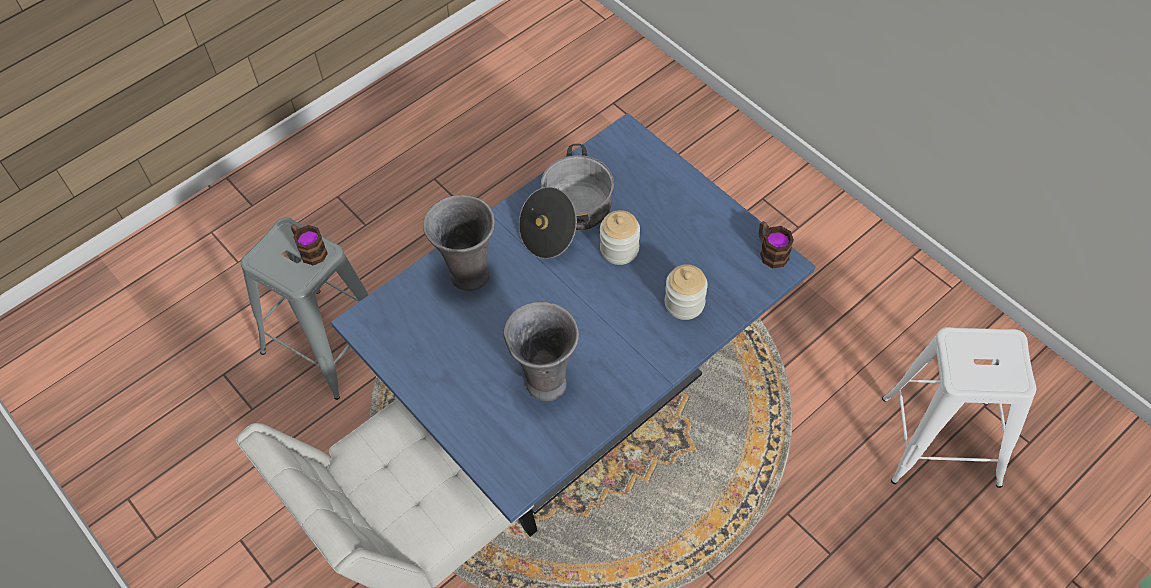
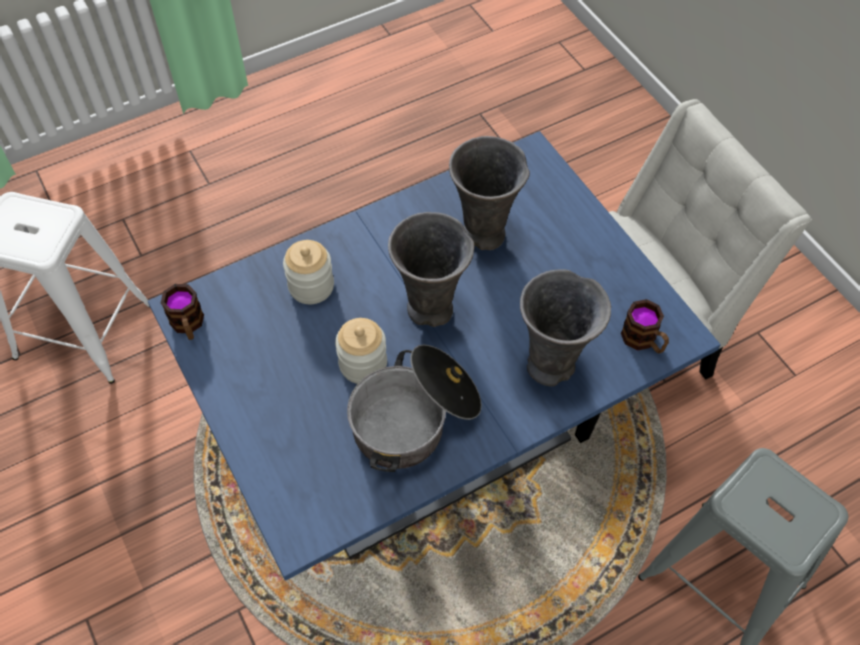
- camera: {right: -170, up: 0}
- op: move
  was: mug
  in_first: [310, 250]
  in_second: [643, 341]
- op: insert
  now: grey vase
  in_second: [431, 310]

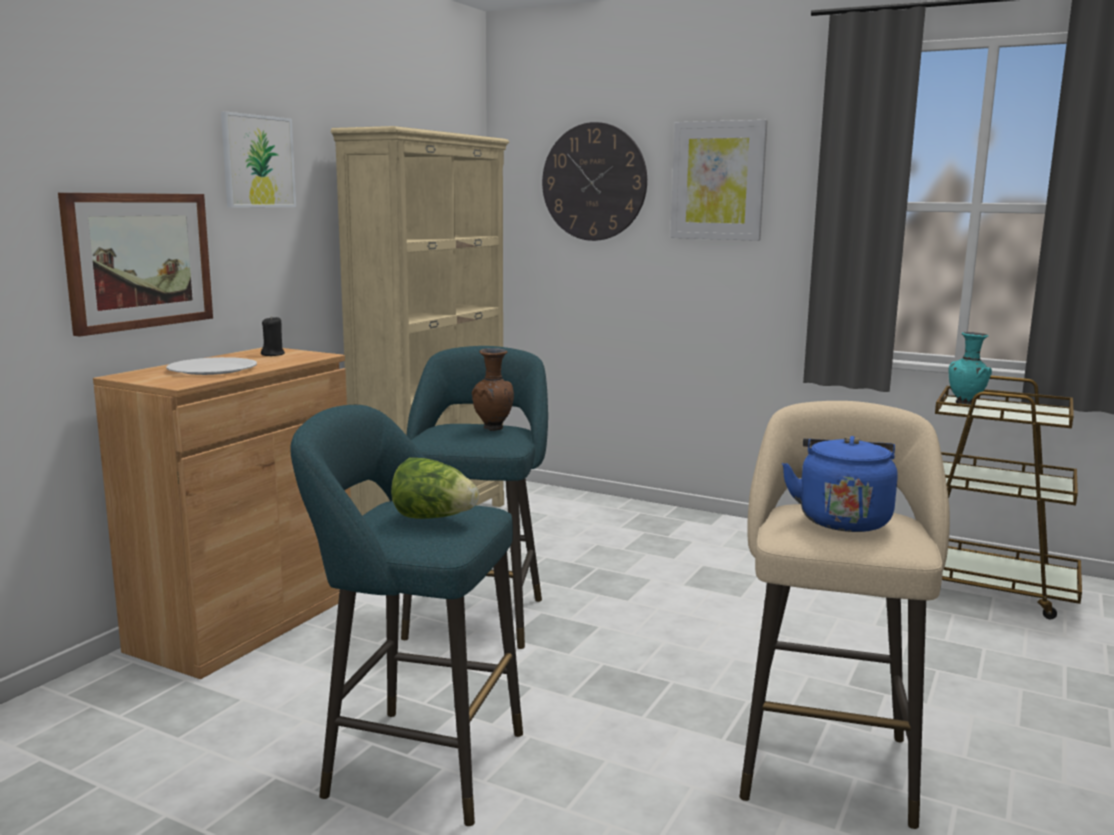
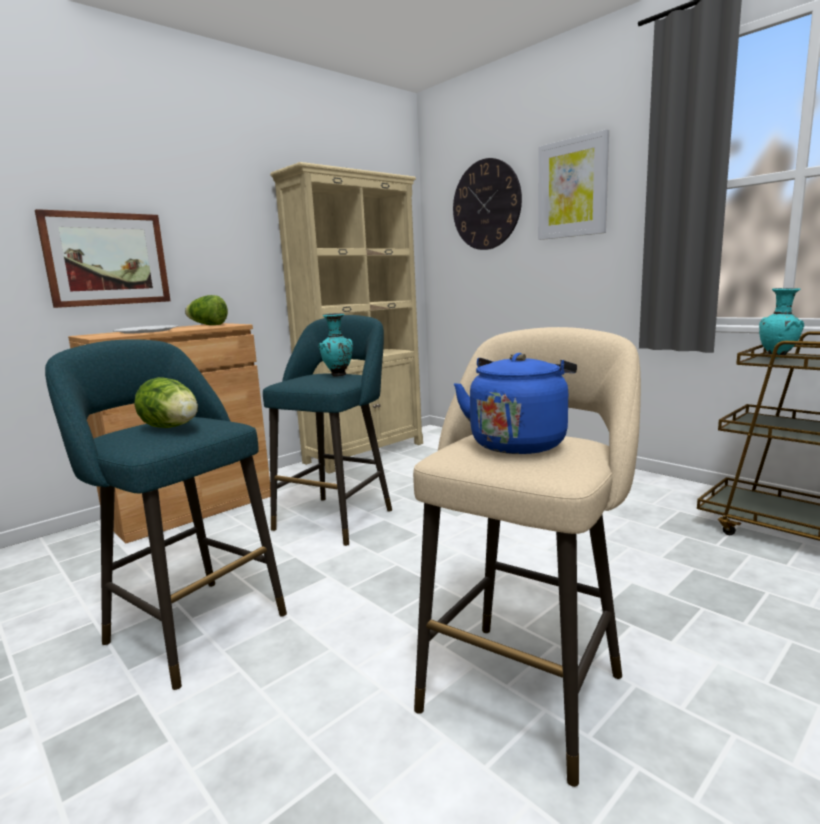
- camera: {right: 20, up: 0}
- op: delete
  was: picture
  in_first: [258, 161]
- op: replace
  was: black candle
  now: lettuce
  in_first: [273, 354]
  in_second: [208, 325]
- op: recolor
  was: brown vase
  now: turquoise vase
  in_first: [493, 429]
  in_second: [338, 375]

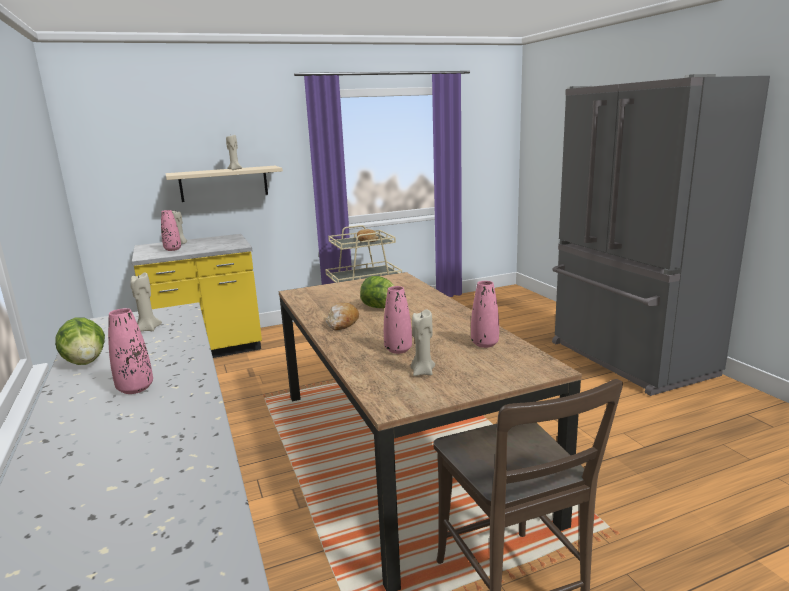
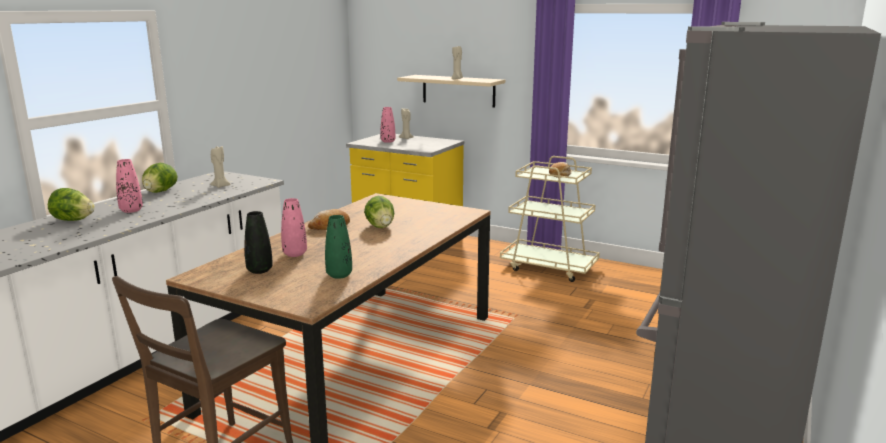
- camera: {right: 50, up: 0}
- op: recolor
  was: pink vase
  now: green vase
  in_first: [484, 344]
  in_second: [339, 275]
- op: replace
  was: beige candle
  now: black vase
  in_first: [422, 372]
  in_second: [259, 270]
- op: insert
  now: lettuce
  in_second: [73, 220]

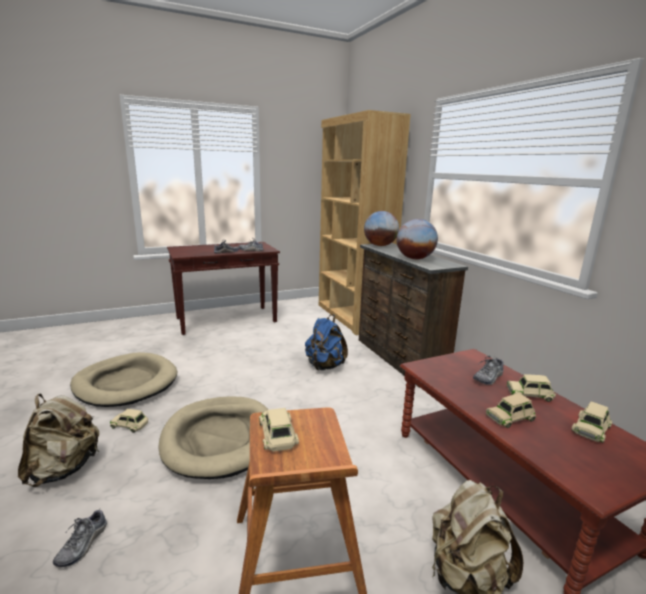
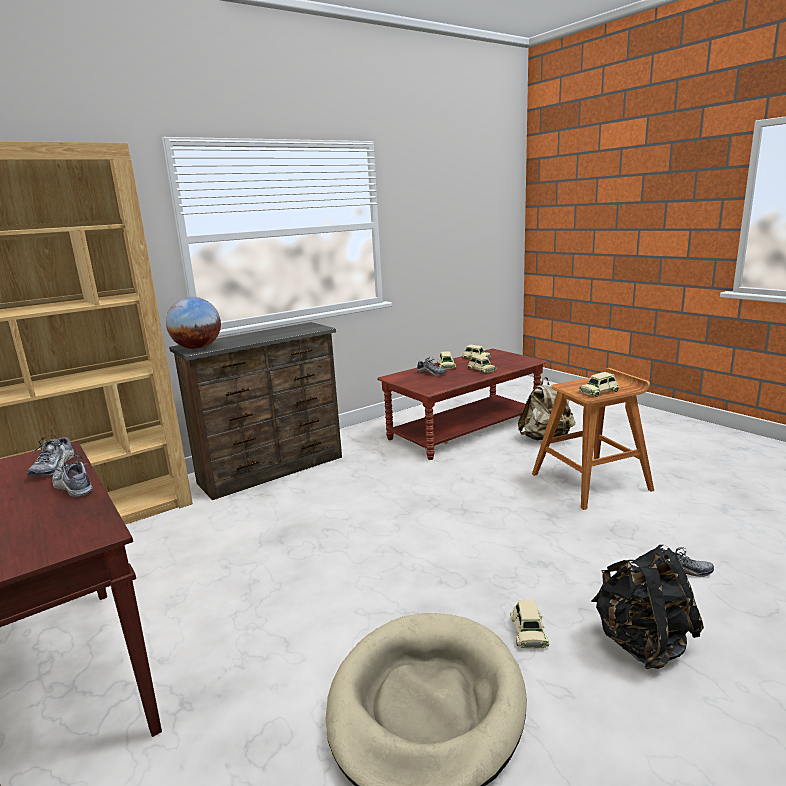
- camera: {right: -100, up: 0}
- op: delete
  was: globe
  in_first: [414, 258]
- op: delete
  was: blue backpack
  in_first: [324, 366]
- op: recolor
  was: beige backpack
  now: black backpack
  in_first: [64, 469]
  in_second: [641, 643]
- op: delete
  was: beige dog bed
  in_first: [220, 439]

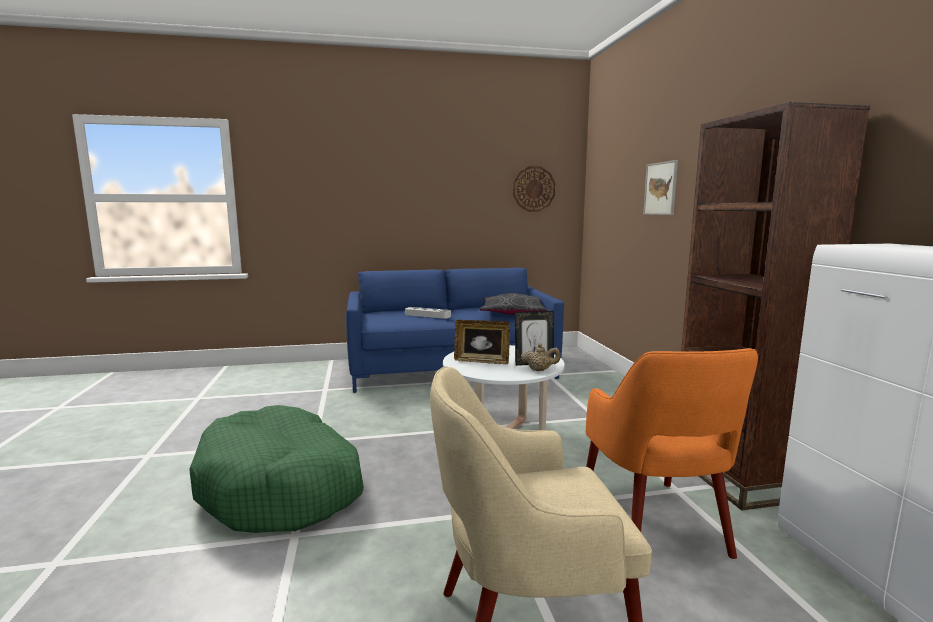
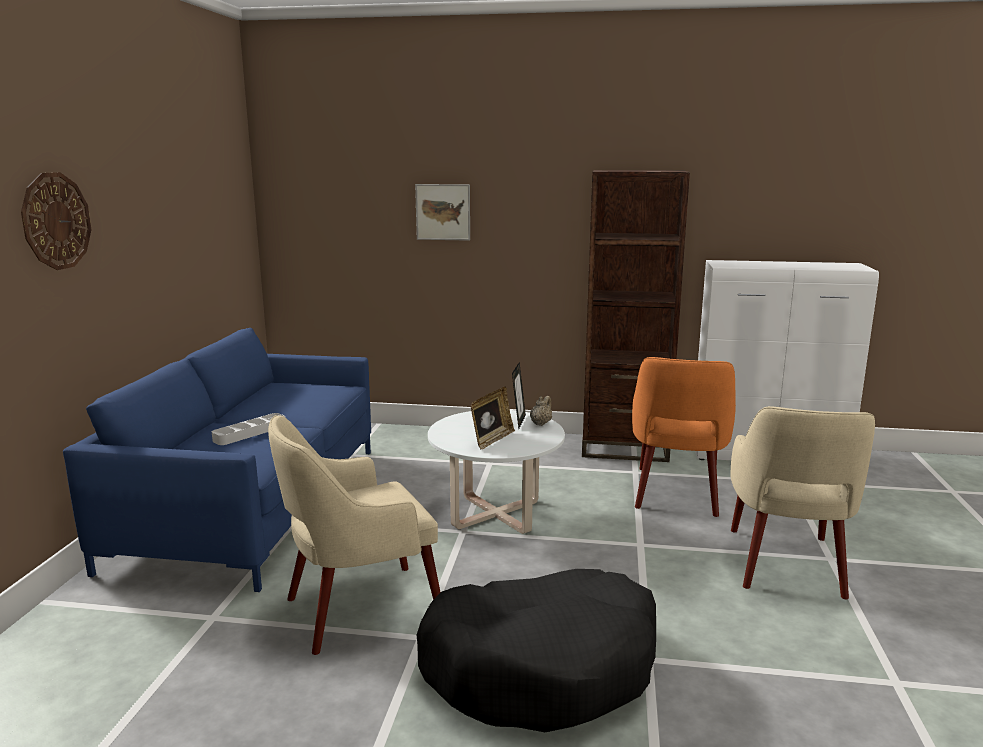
- camera: {right: -70, up: 5}
- op: move
  was: wall clock
  in_first: [533, 189]
  in_second: [56, 221]
- op: delete
  was: grey pillow
  in_first: [512, 313]
- op: rotate
  was: orange armchair
  in_first: [653, 523]
  in_second: [676, 492]
  clockwise: 90
- op: recolor
  was: green dog bed
  now: black dog bed
  in_first: [282, 487]
  in_second: [542, 667]
- op: insert
  now: beige armchair
  in_second: [358, 608]

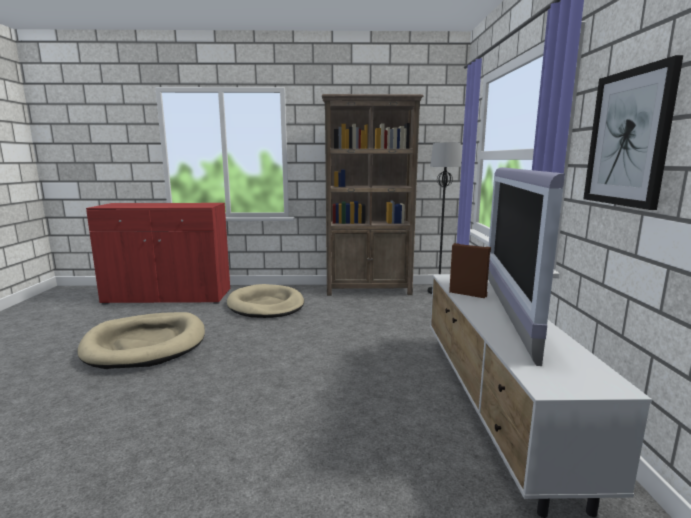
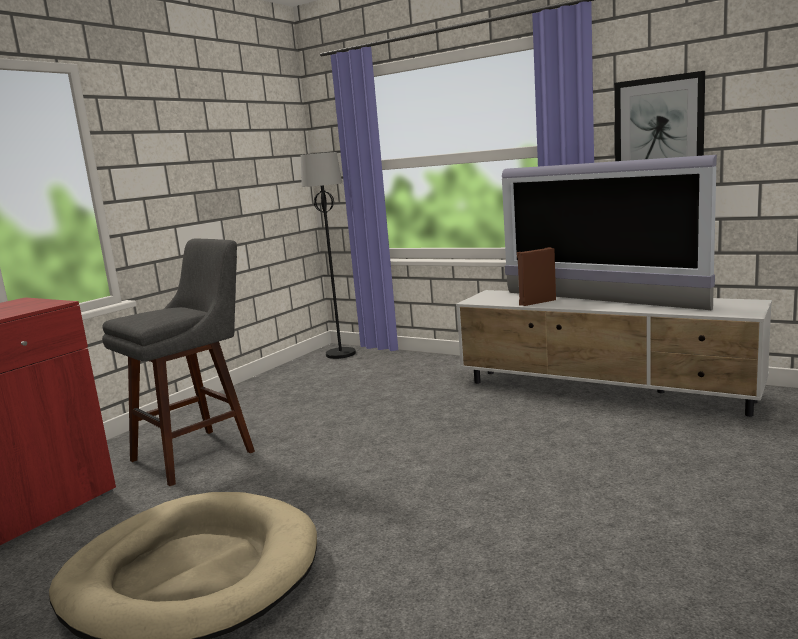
- camera: {right: -55, up: 0}
- op: delete
  was: brown bookcase
  in_first: [369, 290]
- op: replace
  was: beige dog bed
  now: grey stool
  in_first: [266, 305]
  in_second: [198, 453]

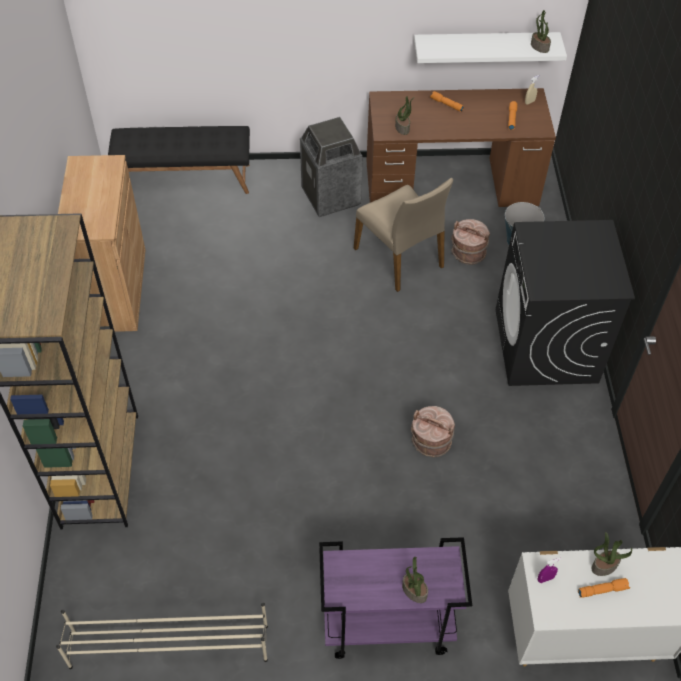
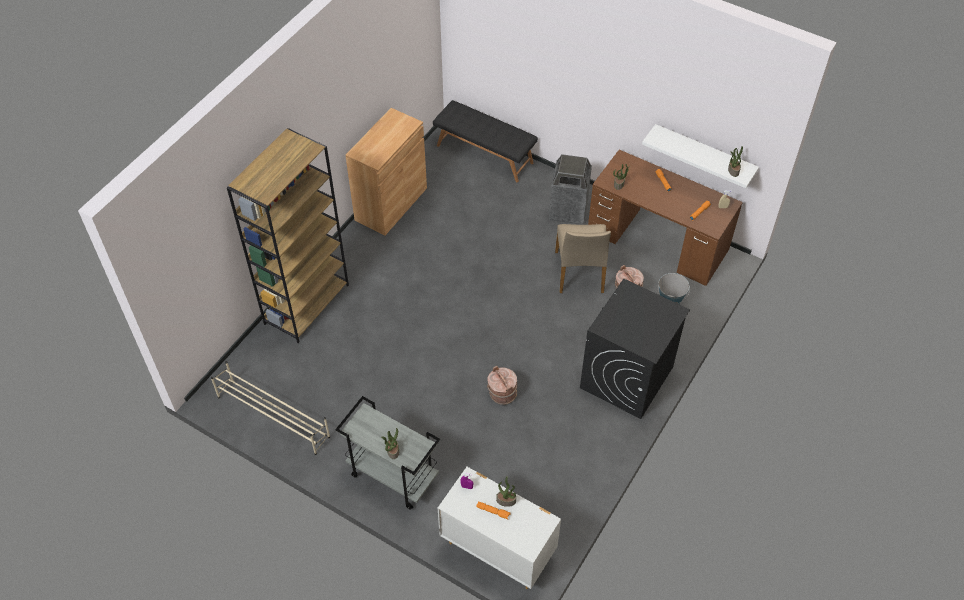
- camera: {right: 35, up: 0}
- op: recolor
  was: purple cart
  now: grey cart
  in_first: [386, 625]
  in_second: [392, 476]

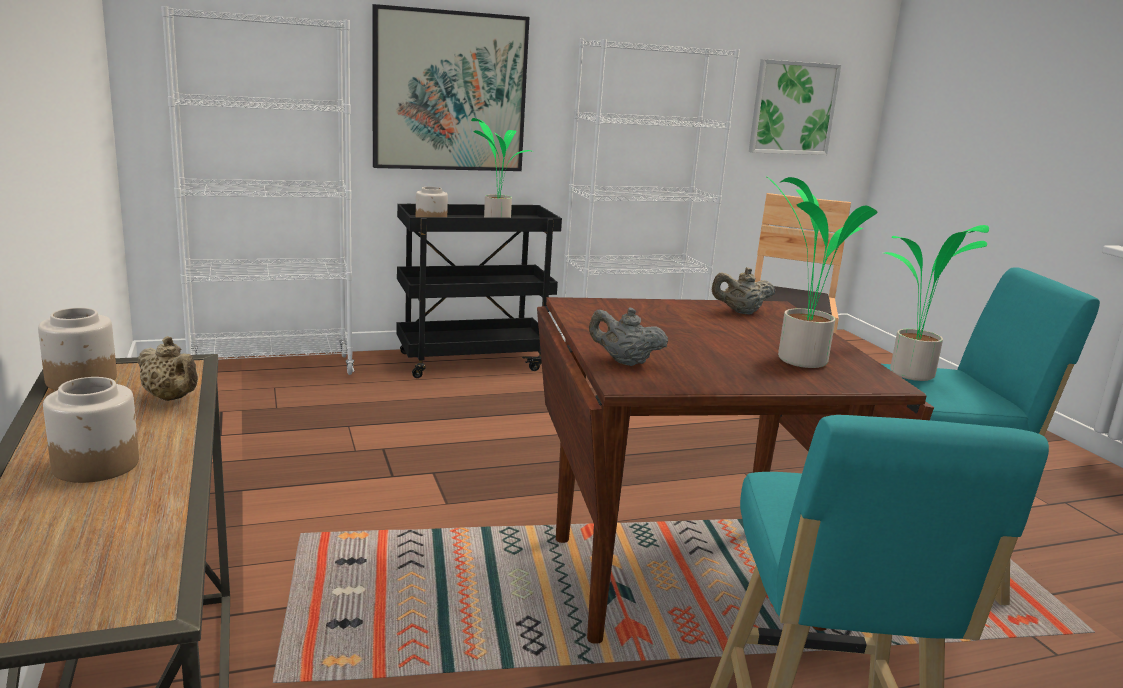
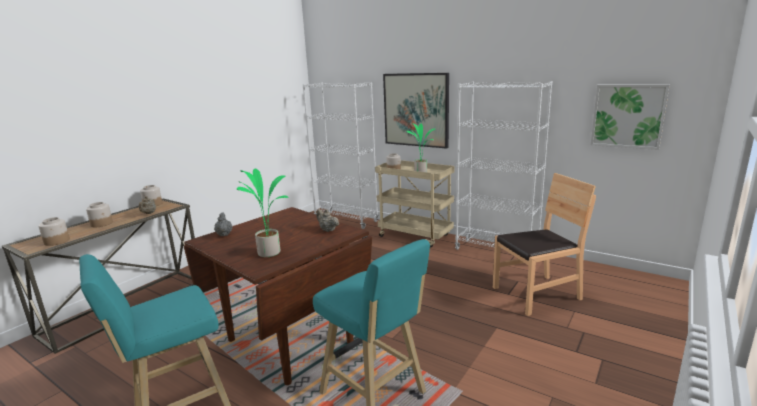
- camera: {right: 55, up: 0}
- op: recolor
  was: black cart
  now: beige cart
  in_first: [473, 361]
  in_second: [416, 236]
- op: delete
  was: potted plant
  in_first: [911, 375]
- op: insert
  now: jar
  in_second: [56, 241]

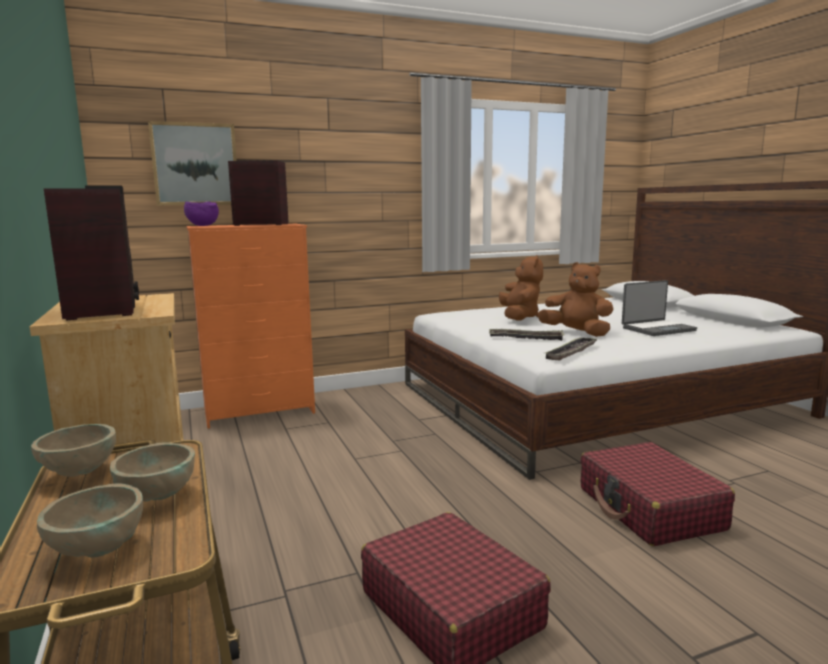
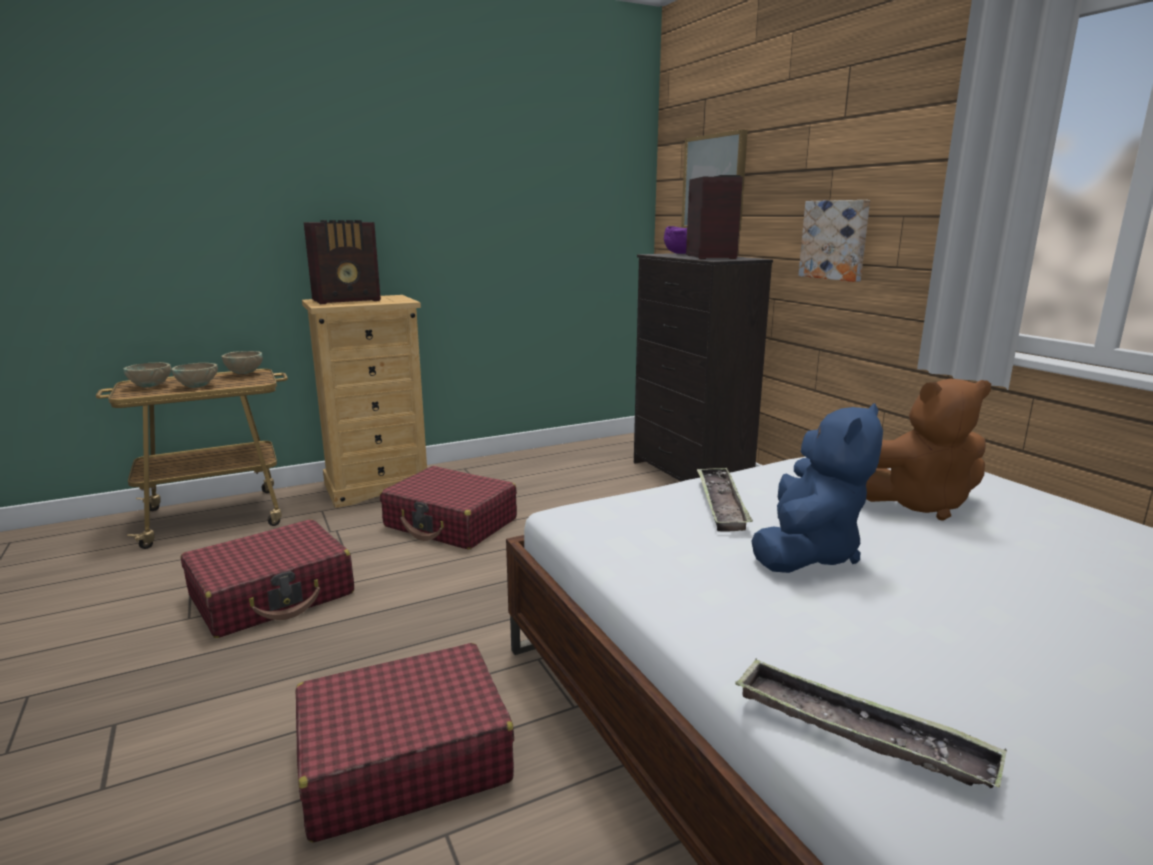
- camera: {right: 85, up: 5}
- op: recolor
  was: orange dresser
  now: black dresser
  in_first: [260, 412]
  in_second: [690, 476]
- op: recolor
  was: brown plush toy
  now: blue plush toy
  in_first: [576, 333]
  in_second: [807, 553]
- op: delete
  was: laptop
  in_first: [657, 329]
- op: move
  was: tray
  in_first: [571, 352]
  in_second: [858, 732]
- op: insert
  now: picture
  in_second: [835, 240]
- op: insert
  now: red suitcase
  in_second: [451, 523]

